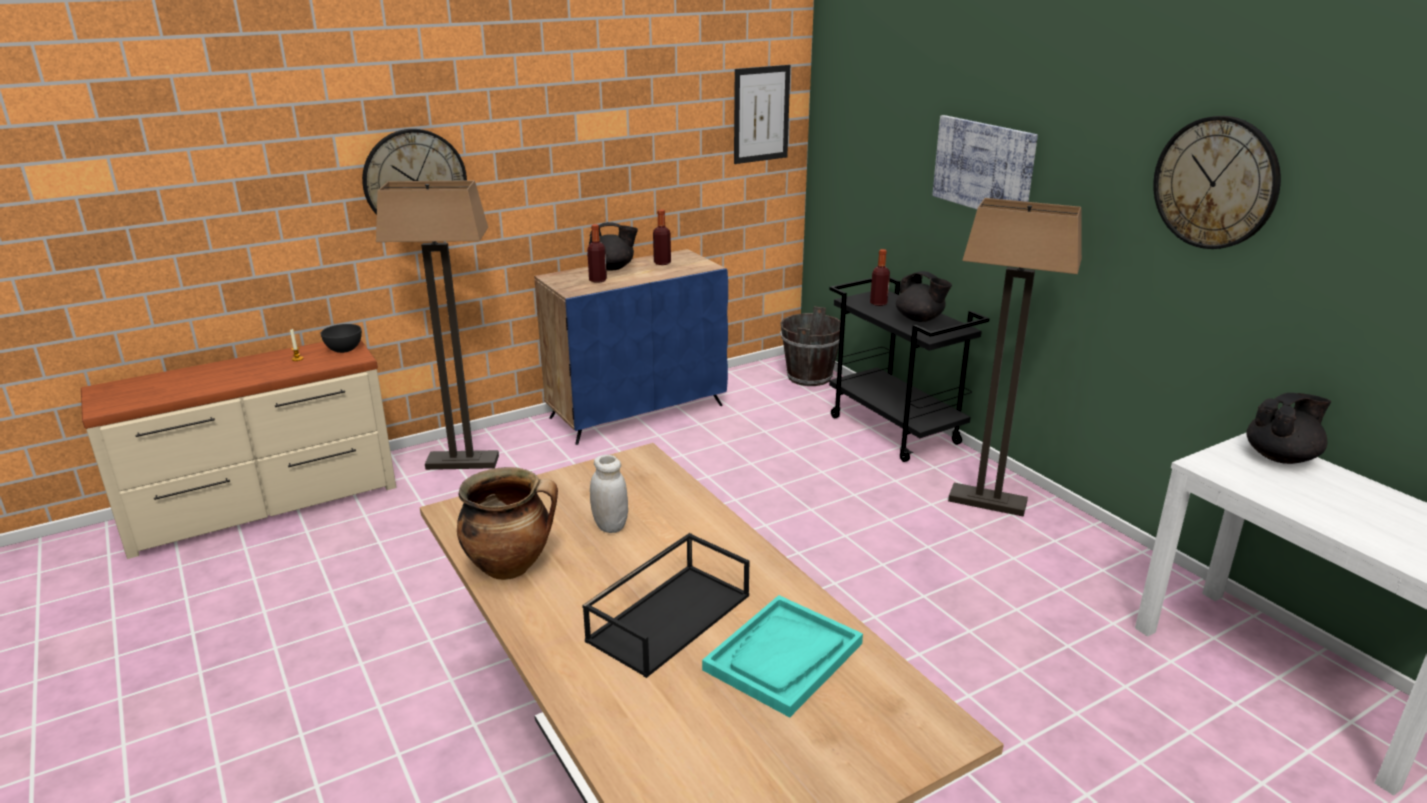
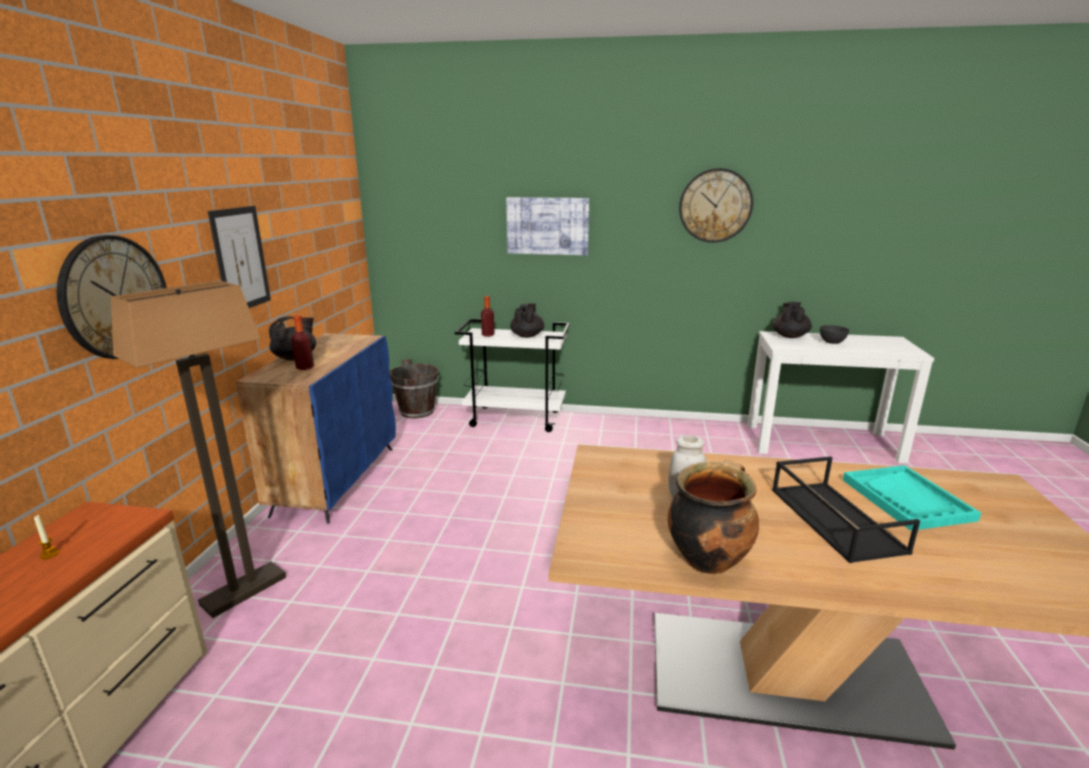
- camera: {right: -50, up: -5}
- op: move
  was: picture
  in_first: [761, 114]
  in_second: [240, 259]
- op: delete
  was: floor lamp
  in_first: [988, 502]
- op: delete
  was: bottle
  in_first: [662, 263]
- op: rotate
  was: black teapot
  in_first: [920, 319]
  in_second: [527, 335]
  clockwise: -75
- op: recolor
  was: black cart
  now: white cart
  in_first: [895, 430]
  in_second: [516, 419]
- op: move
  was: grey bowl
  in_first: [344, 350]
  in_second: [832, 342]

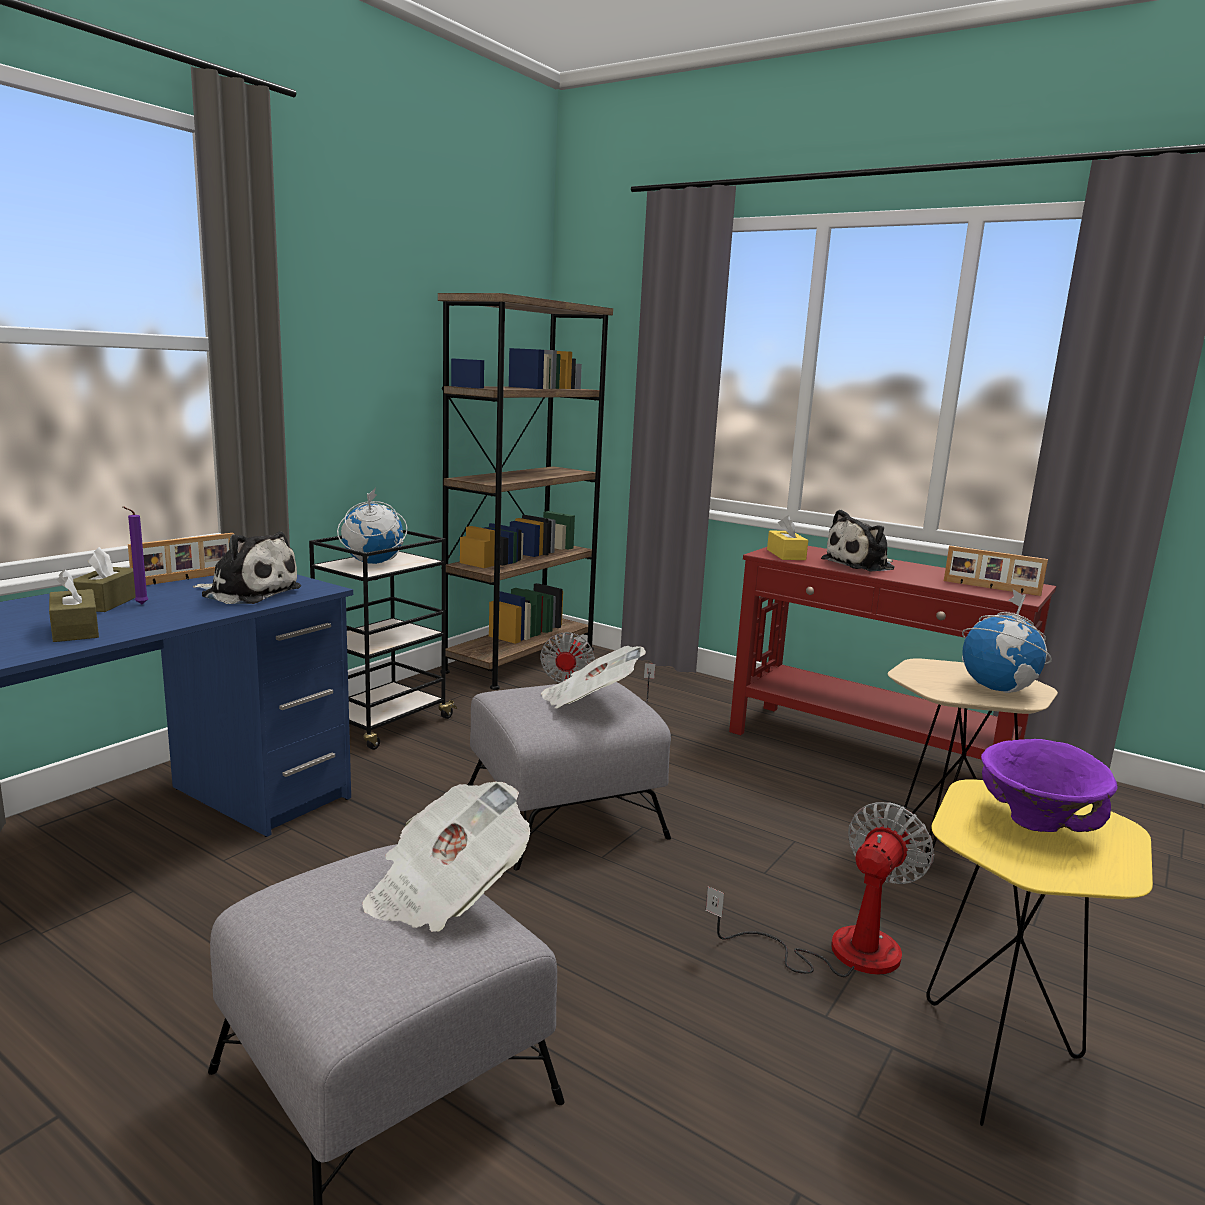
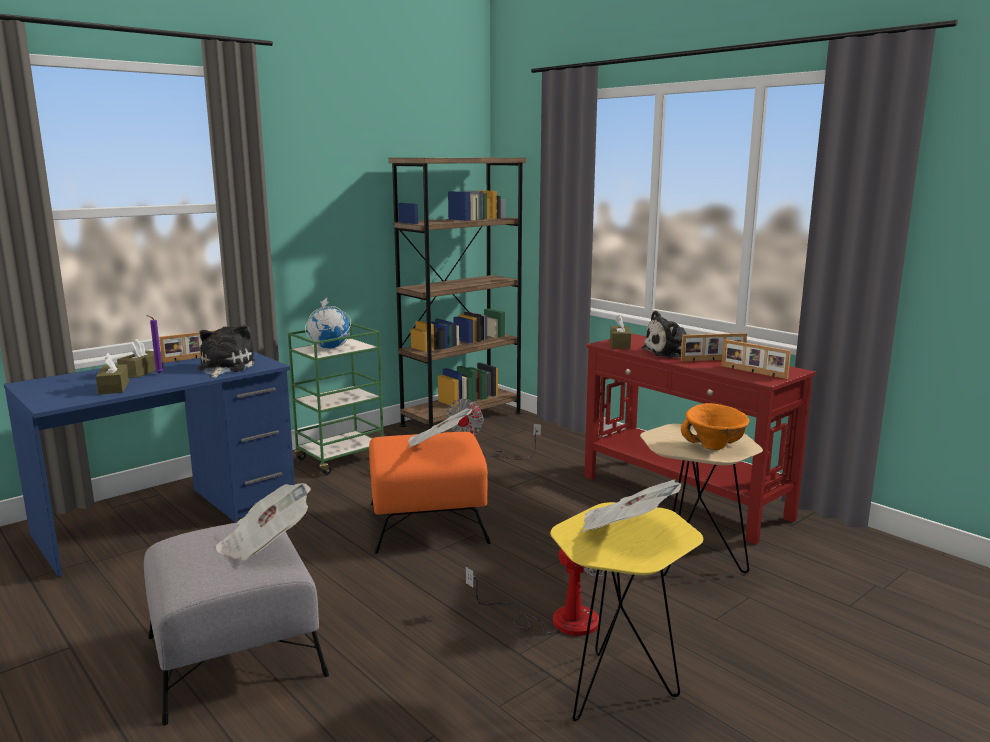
- camera: {right: 15, up: 0}
- op: recolor
  was: yellow tissue box
  now: brown tissue box
  in_first: [786, 555]
  in_second: [620, 344]
- op: recolor
  was: black cart
  now: green cart
  in_first: [383, 724]
  in_second: [341, 459]
- op: rotate
  was: plush toy
  in_first: [248, 593]
  in_second: [224, 367]
  clockwise: -120
- op: replace
  was: globe
  now: orange bowl
  in_first: [998, 688]
  in_second: [715, 447]
- op: recolor
  was: grey ottoman
  now: orange ottoman
  in_first: [565, 813]
  in_second: [428, 522]
- op: replace
  was: purple bowl
  now: newspaper
  in_first: [1035, 824]
  in_second: [625, 530]
- op: insert
  now: picture frame
  in_second: [713, 360]

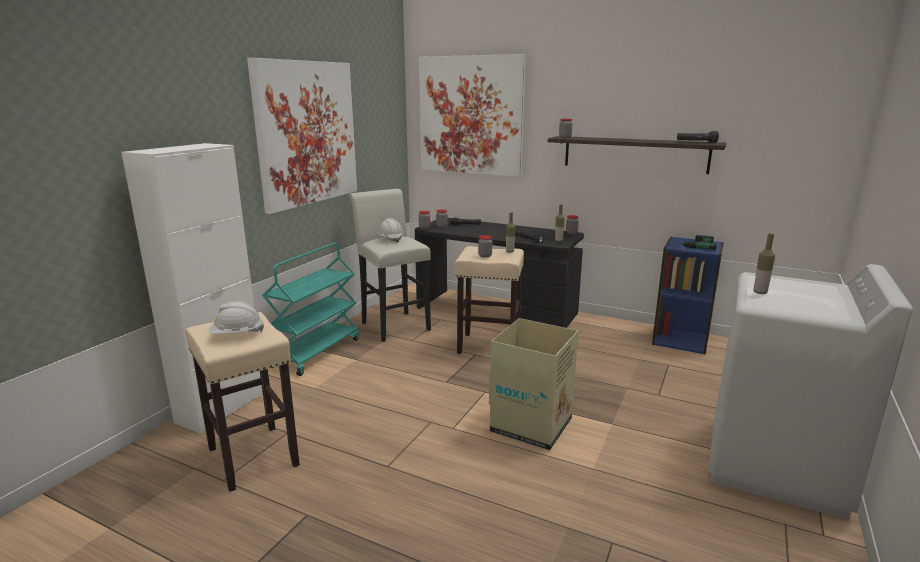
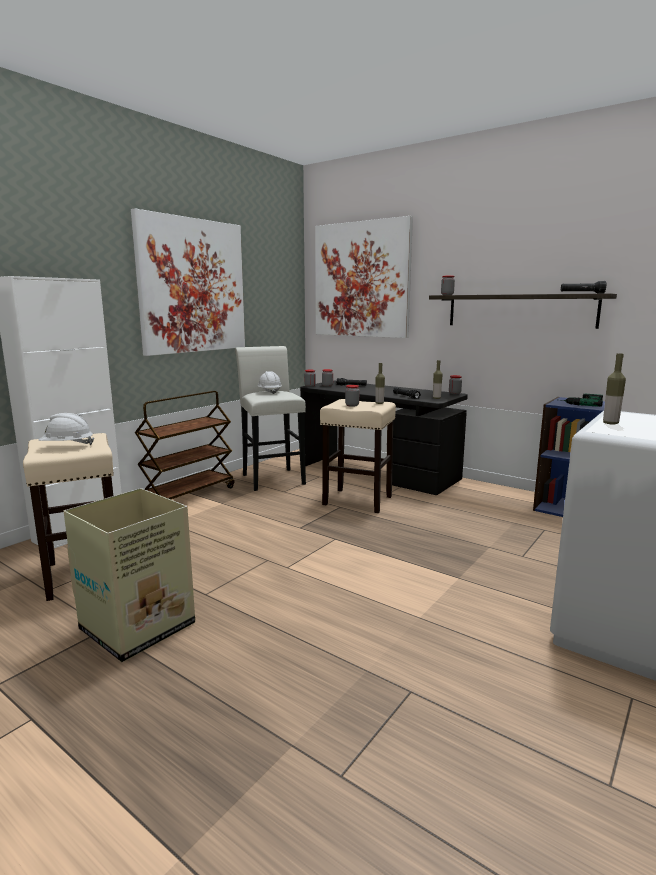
- camera: {right: 10, up: -5}
- op: recolor
  was: turquoise cart
  now: brown cart
  in_first: [316, 352]
  in_second: [189, 495]
- op: move
  was: cardboard box
  in_first: [532, 425]
  in_second: [140, 626]

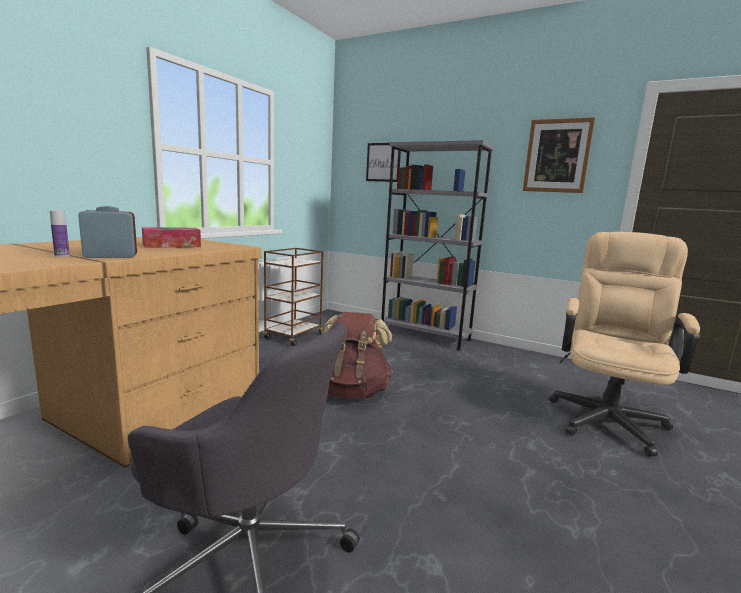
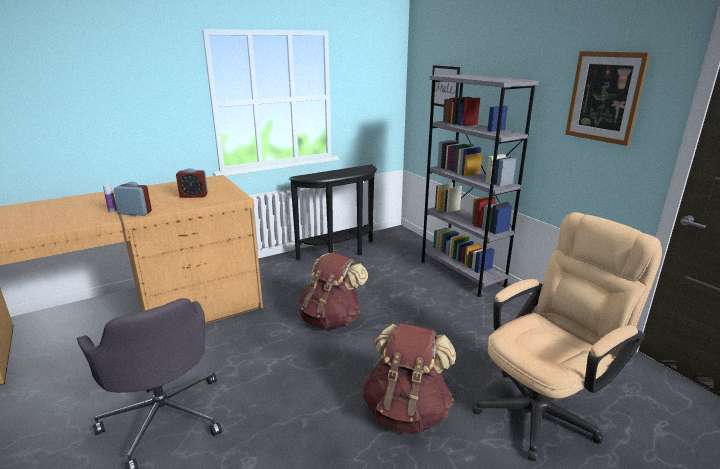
- camera: {right: 30, up: 10}
- op: replace
  was: tissue box
  now: alarm clock
  in_first: [172, 245]
  in_second: [194, 196]
- op: replace
  was: brown cart
  now: black console table
  in_first: [294, 336]
  in_second: [340, 253]
- op: insert
  now: brown backpack
  in_second: [407, 411]

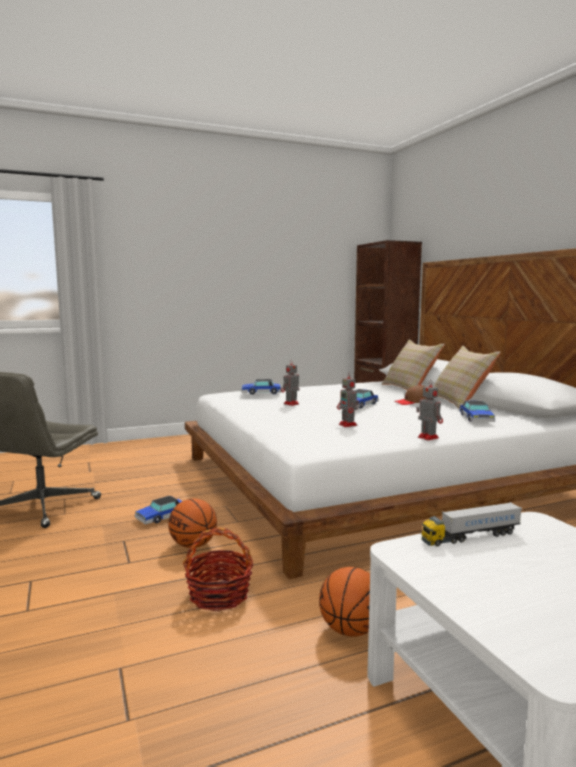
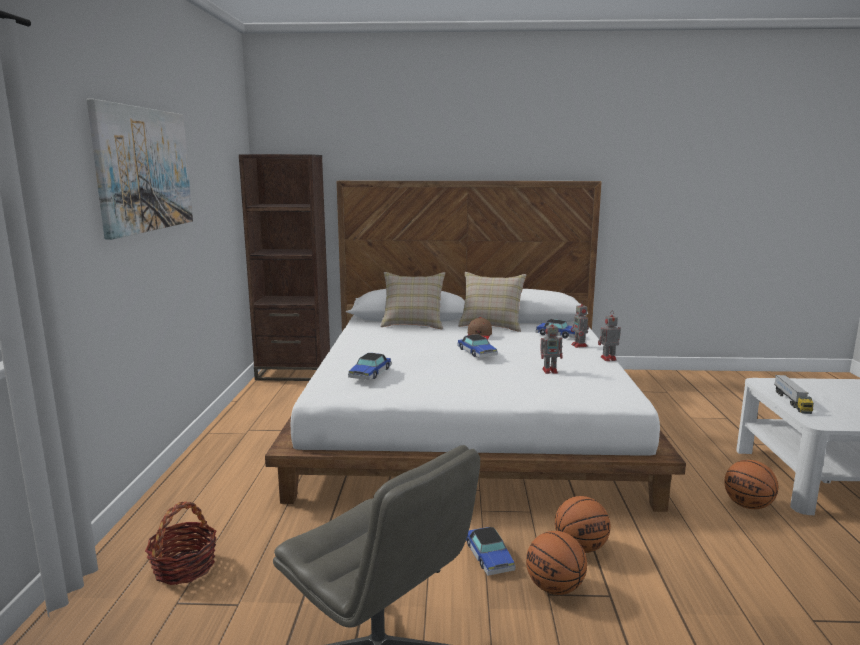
- camera: {right: -65, up: 5}
- op: move
  was: toy robot
  in_first: [290, 404]
  in_second: [579, 346]
- op: move
  was: basket
  in_first: [219, 595]
  in_second: [184, 567]
- op: insert
  now: picture
  in_second: [144, 169]
- op: insert
  now: basketball
  in_second: [554, 588]

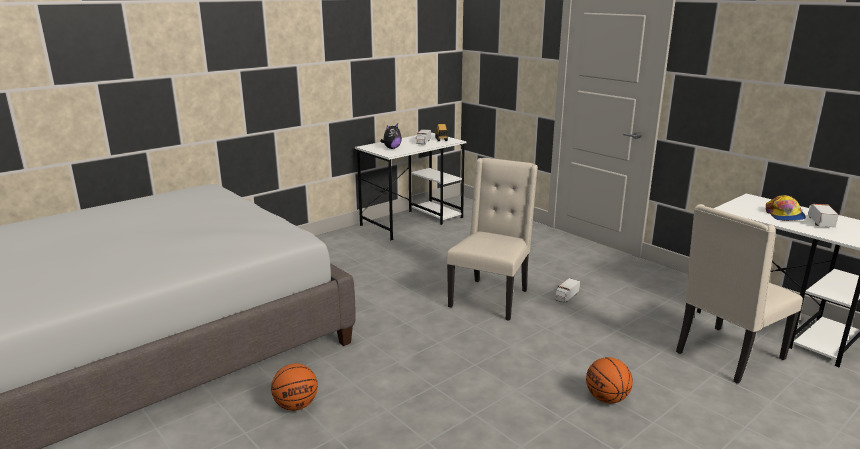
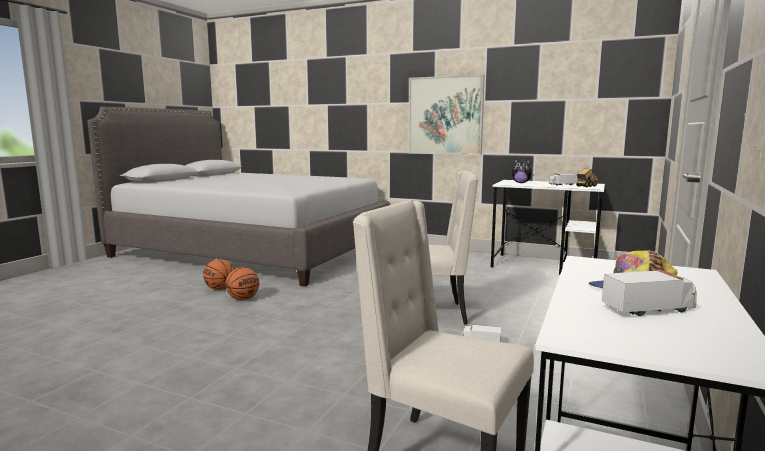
- camera: {right: 65, up: -10}
- op: move
  was: basketball
  in_first: [607, 398]
  in_second: [243, 299]
- op: insert
  now: picture
  in_second: [445, 115]

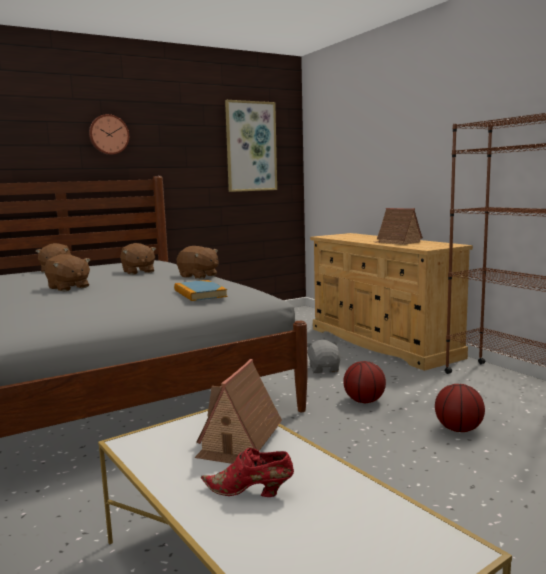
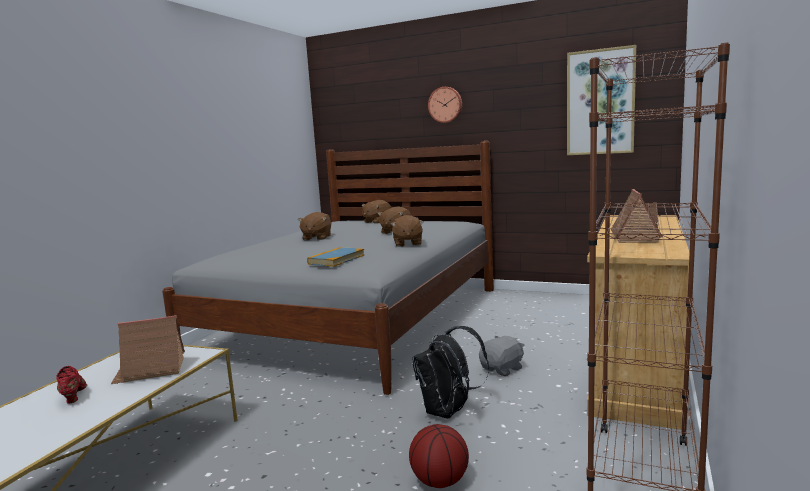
- camera: {right: 55, up: 0}
- op: replace
  was: basketball
  now: black backpack
  in_first: [364, 401]
  in_second: [448, 412]

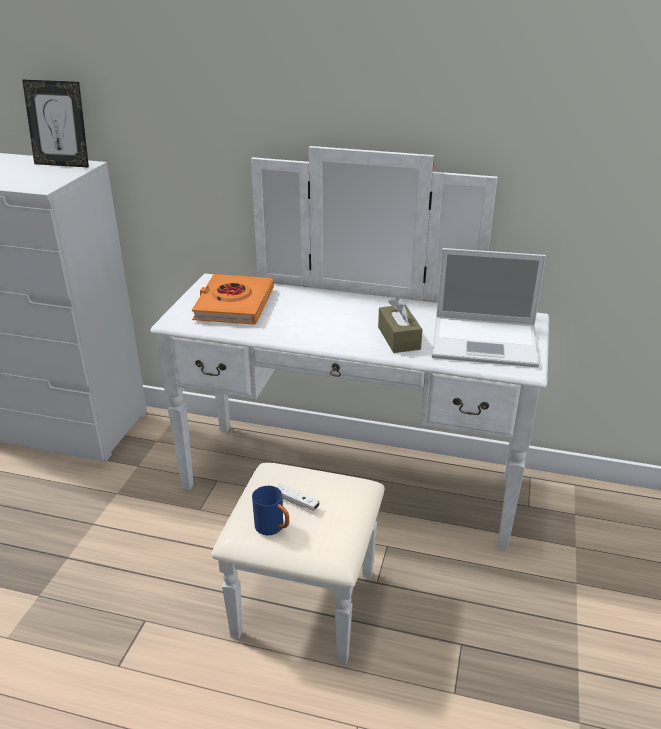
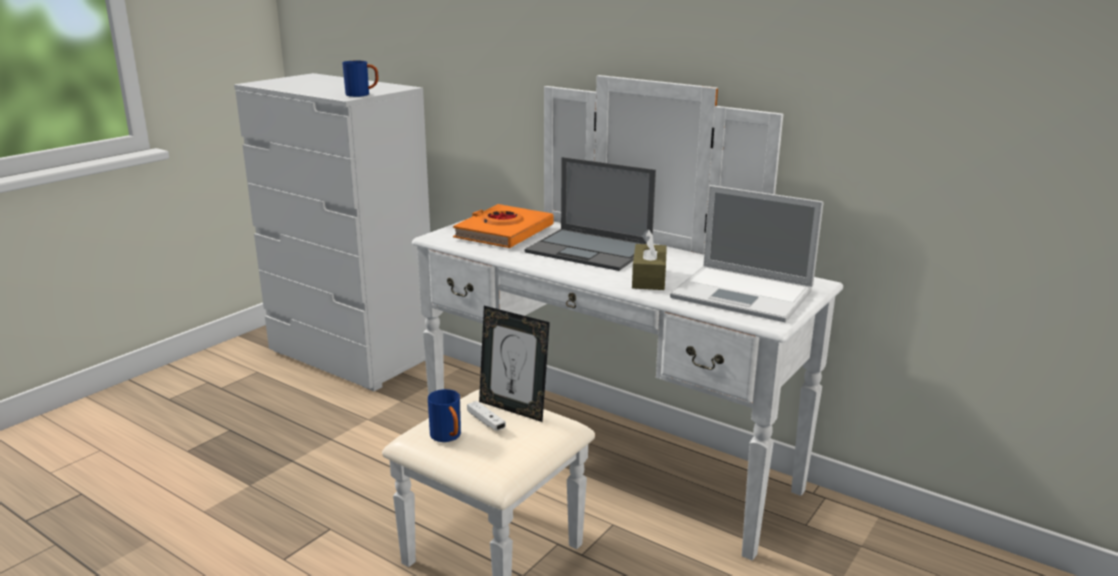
- camera: {right: 20, up: -10}
- op: move
  was: picture frame
  in_first: [63, 164]
  in_second: [513, 409]
- op: insert
  now: blue mug
  in_second: [362, 95]
- op: insert
  now: laptop
  in_second: [590, 250]

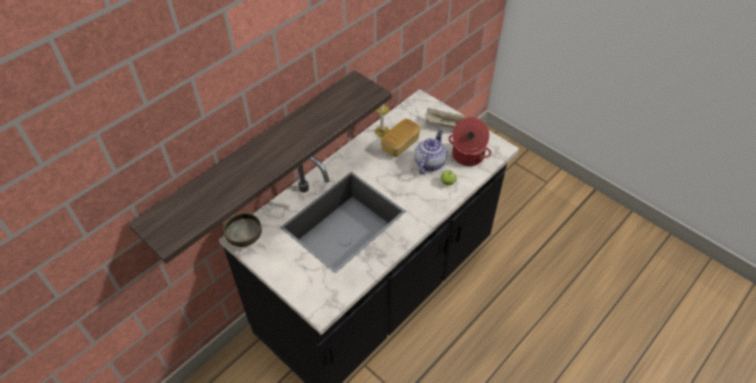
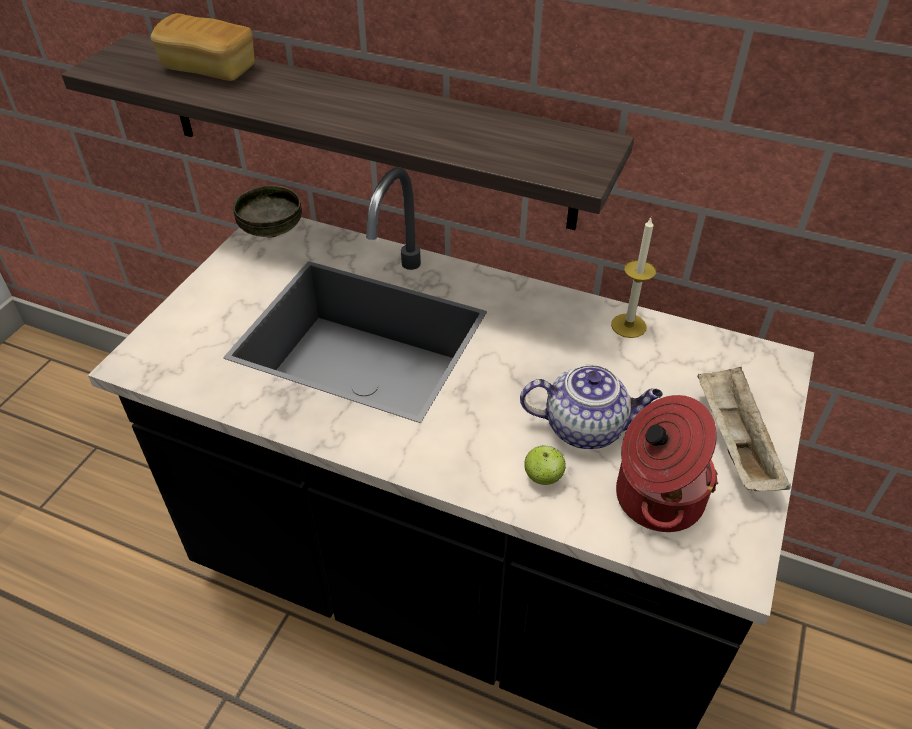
- camera: {right: 70, up: -5}
- op: move
  was: bread
  in_first: [400, 144]
  in_second: [209, 69]

